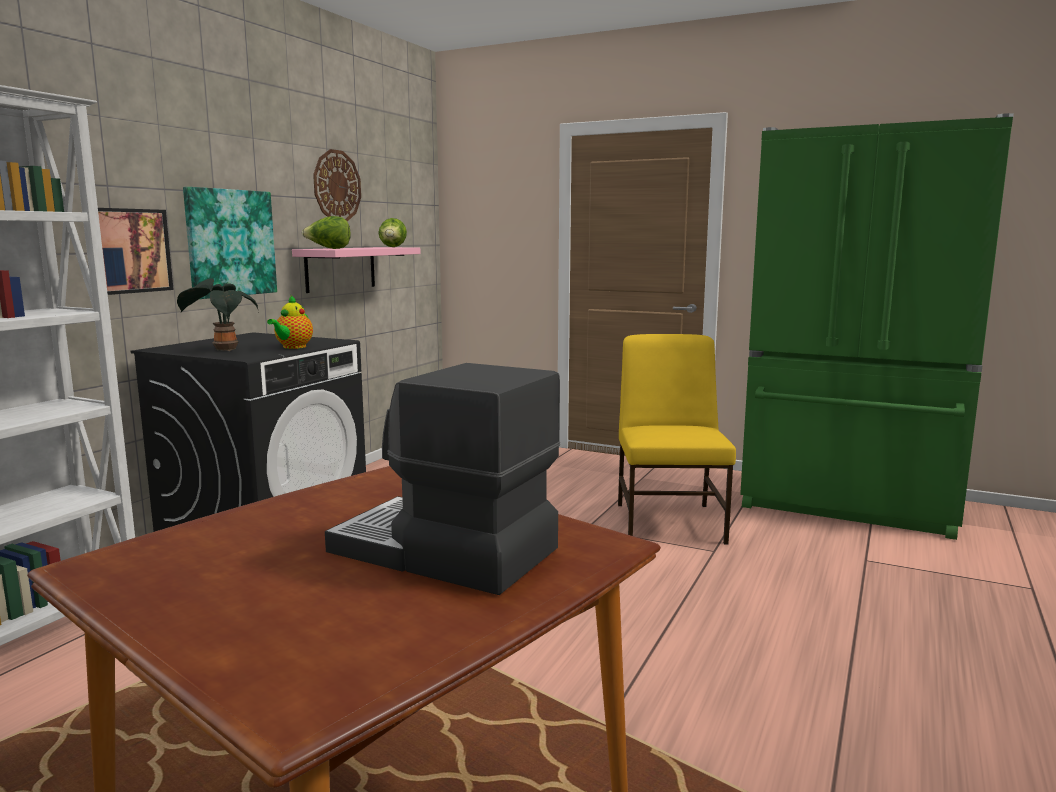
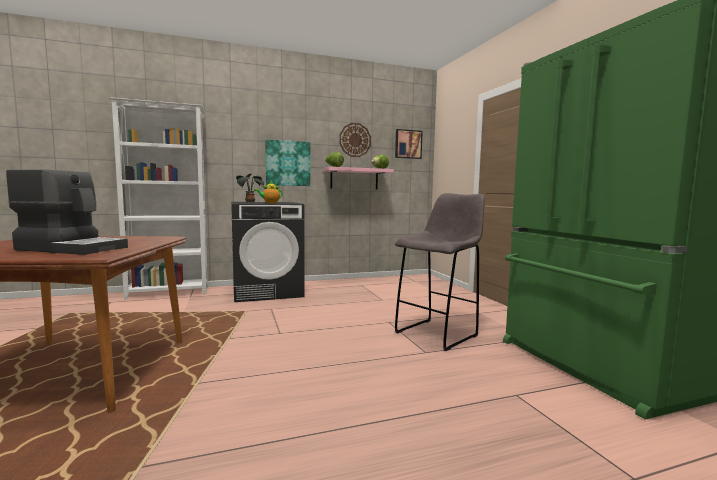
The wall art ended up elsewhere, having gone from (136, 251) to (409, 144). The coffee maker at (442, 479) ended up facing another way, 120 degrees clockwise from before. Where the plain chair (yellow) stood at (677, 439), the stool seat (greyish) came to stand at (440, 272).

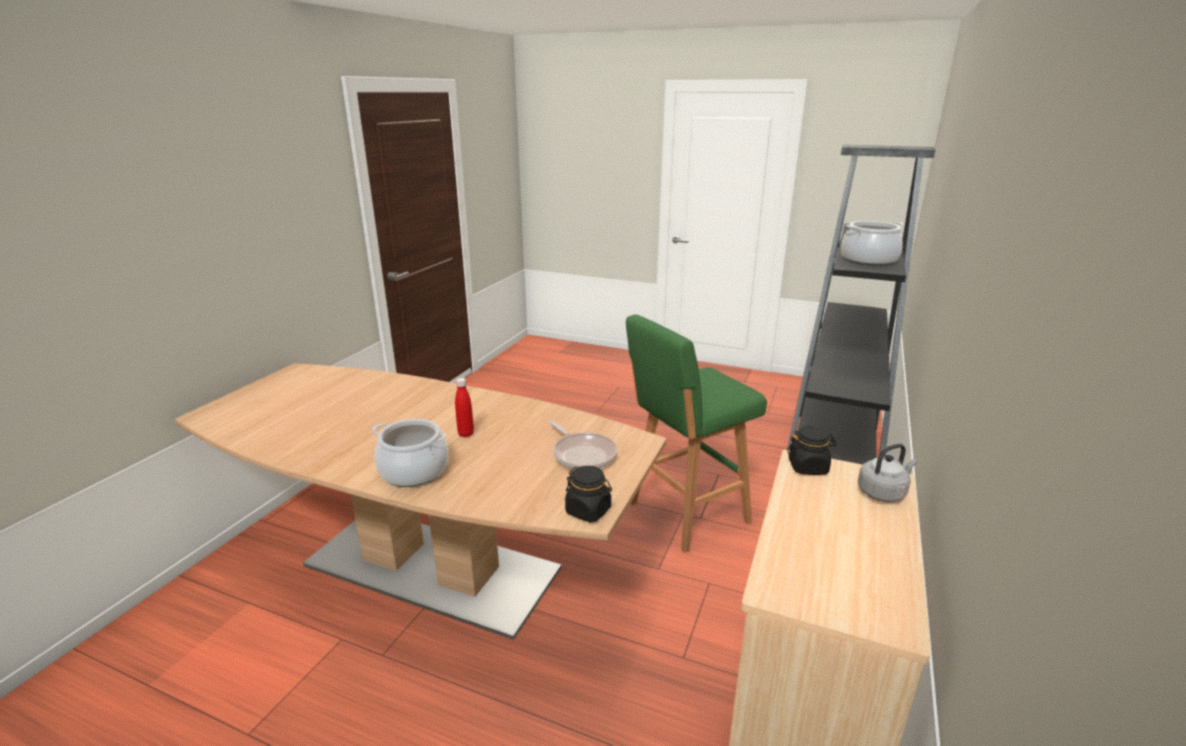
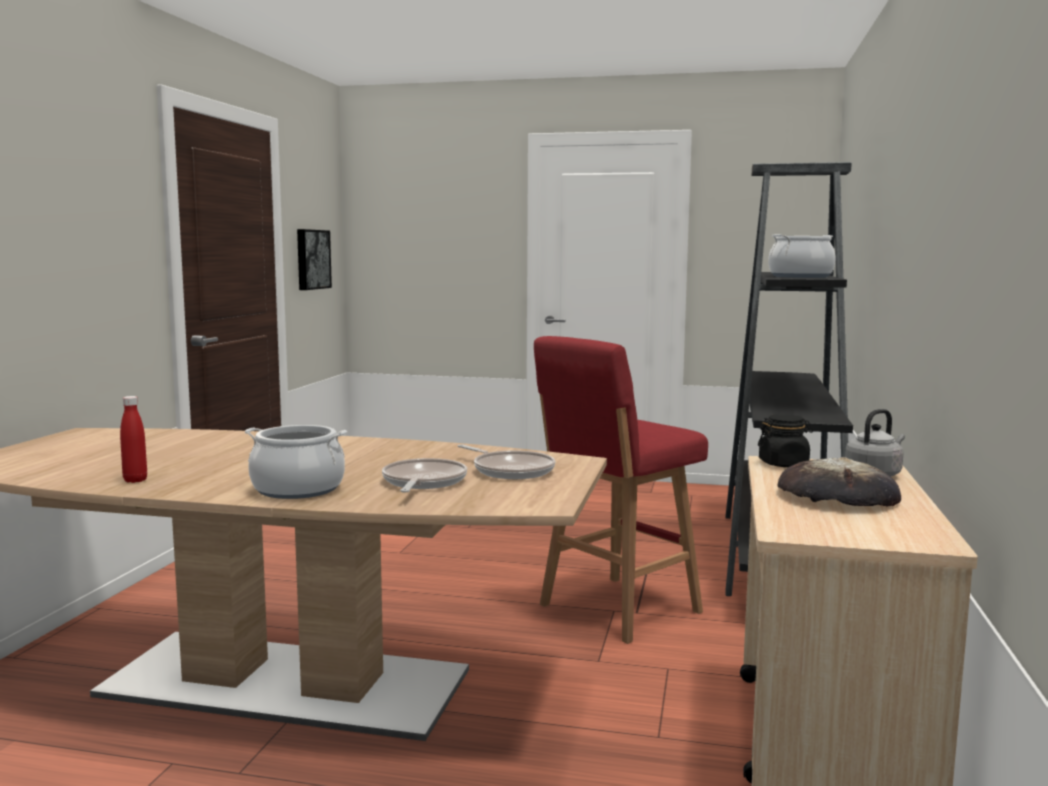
The bottle (reddish) ended up elsewhere, having gone from (464, 407) to (133, 439). The second view lost the preserve jar (black) at (588, 494). What was the stool seat (greenish) at (696, 433) turned into the stool seat (reddish) at (621, 490). The second view gained the wall art at (314, 259). The second view gained the pan at (424, 475). The second view gained the bakery bread at (839, 482).

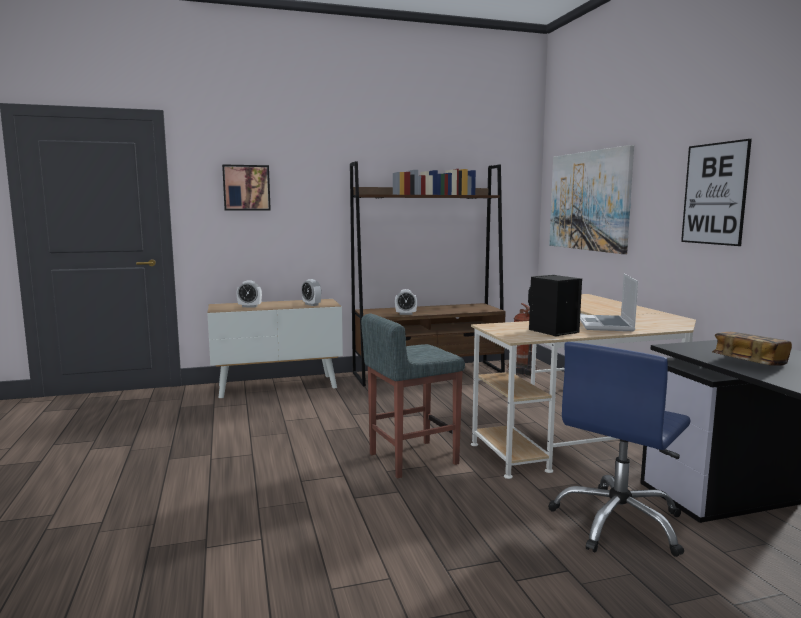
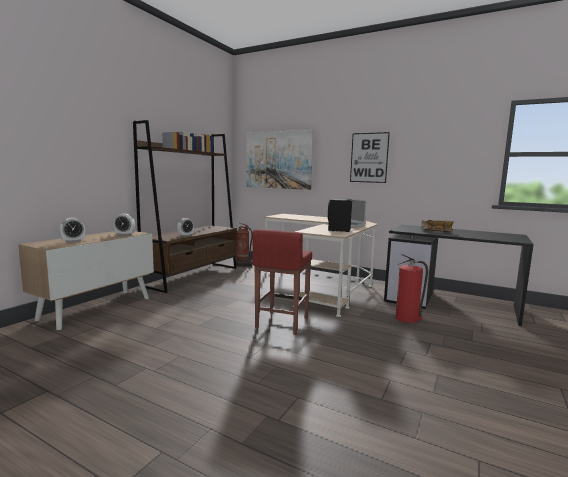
The second view lost the wall art at (246, 187). What was the stool seat (greyish) at (413, 396) turned into the stool seat (reddish) at (282, 282). Where the computer chair (blue-coloured) stood at (619, 449), the fire-fighting cylinder came to stand at (411, 288).

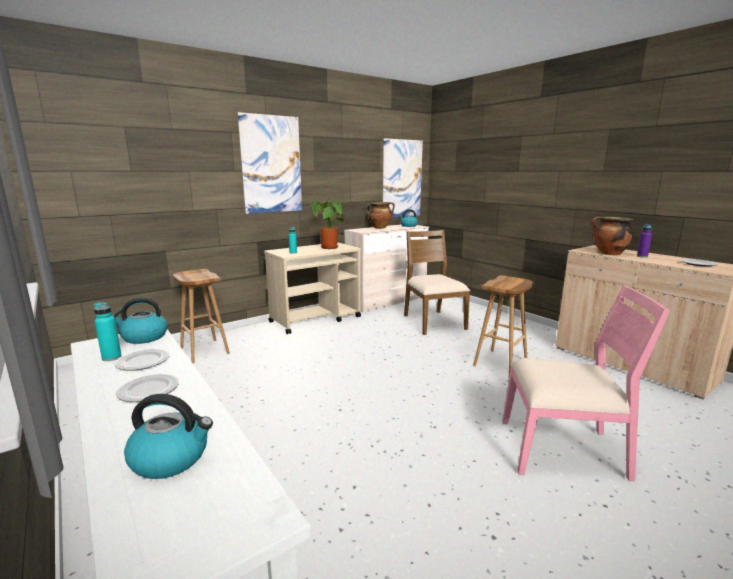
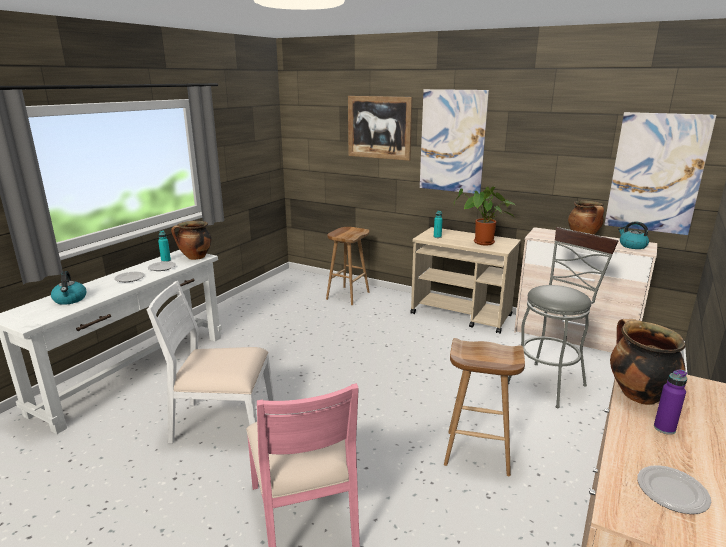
Where the kettle stood at (140, 321), the cooking pot came to stand at (191, 240). Where the plain chair (brown-coloured) stood at (437, 282), the stool seat (greyish) came to stand at (563, 317). The second view gained the plain chair (white-coloured) at (210, 362). The second view gained the wall art at (380, 128).

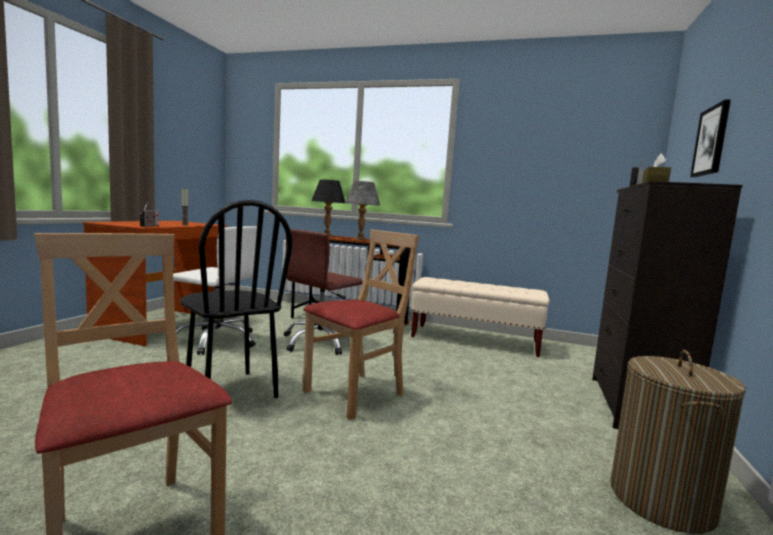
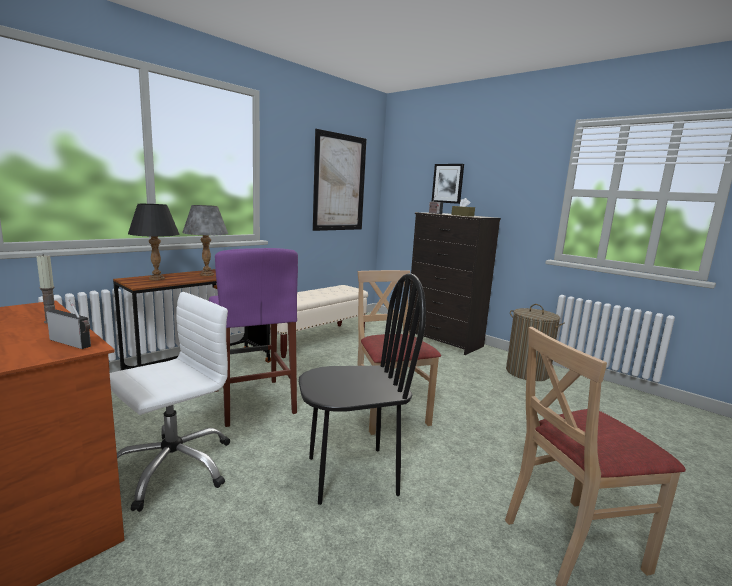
Where the computer chair (brown-coloured) stood at (323, 292), the stool seat (purple-coloured) came to stand at (253, 337). The second view gained the wall art at (340, 180).

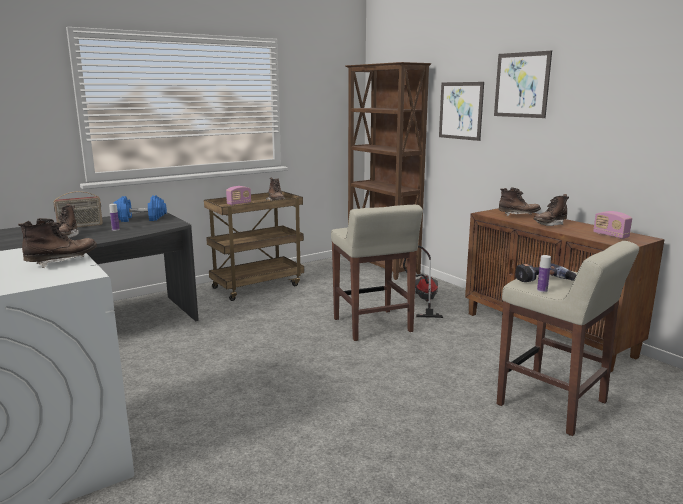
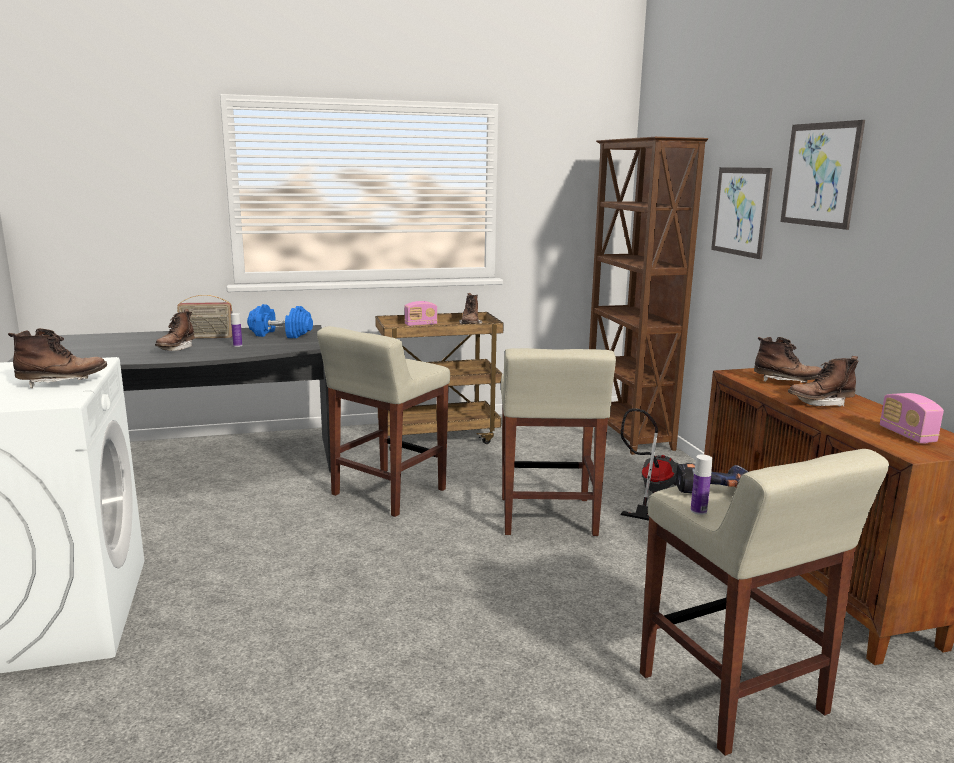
The second view gained the stool seat (beige) at (383, 421).

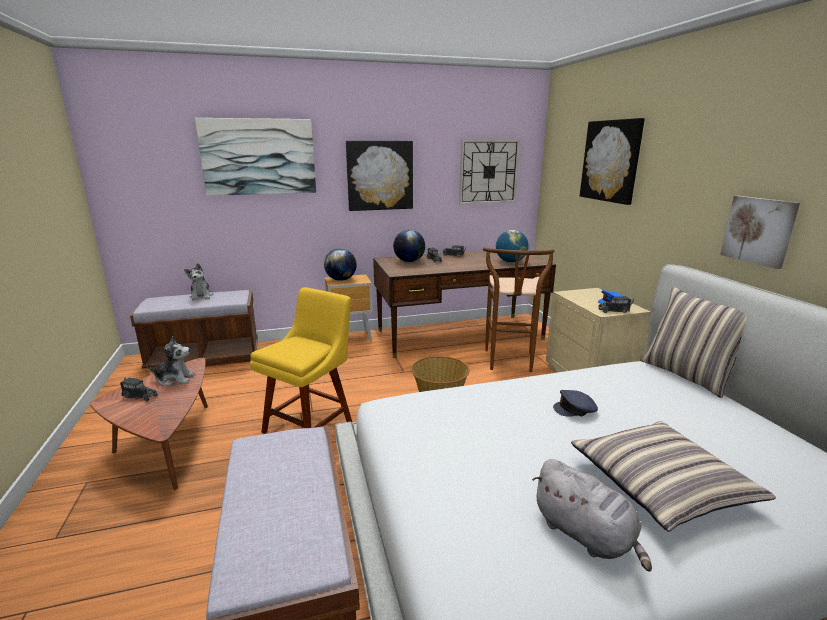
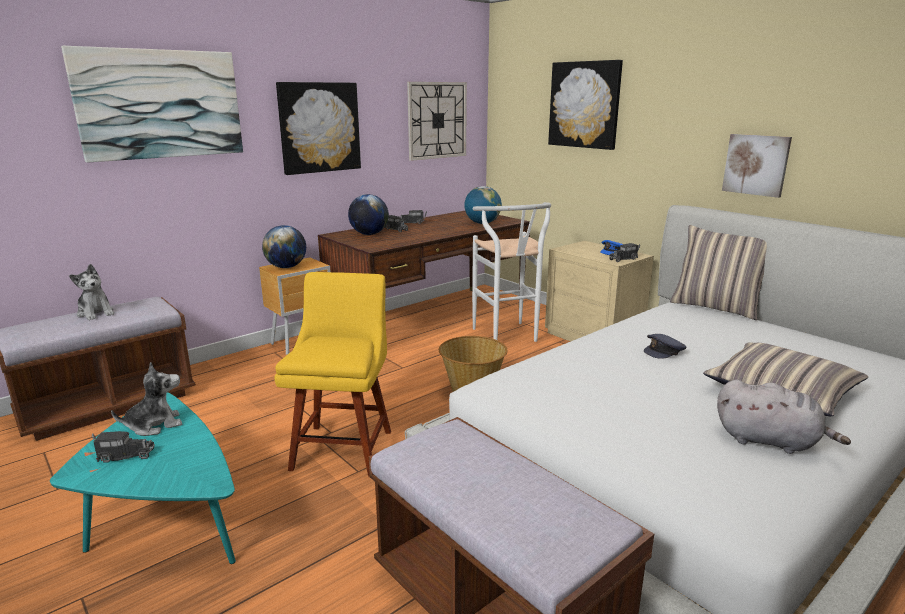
What was the lounge table (brown-coloured) at (149, 424) turned into the lounge table (turquoise) at (143, 478). What was the stool seat (brown-coloured) at (519, 309) turned into the stool seat (white-coloured) at (511, 272).

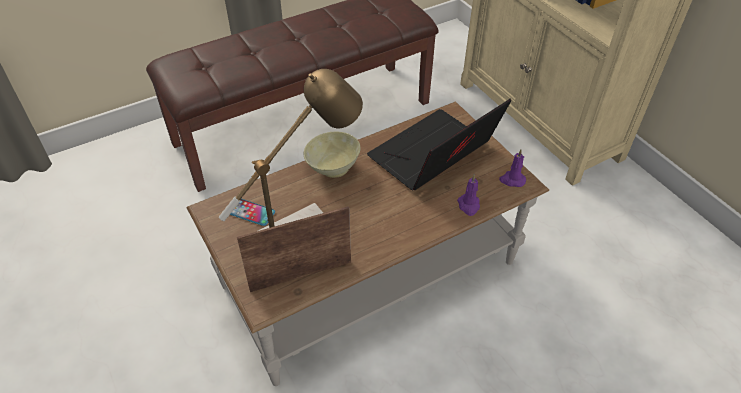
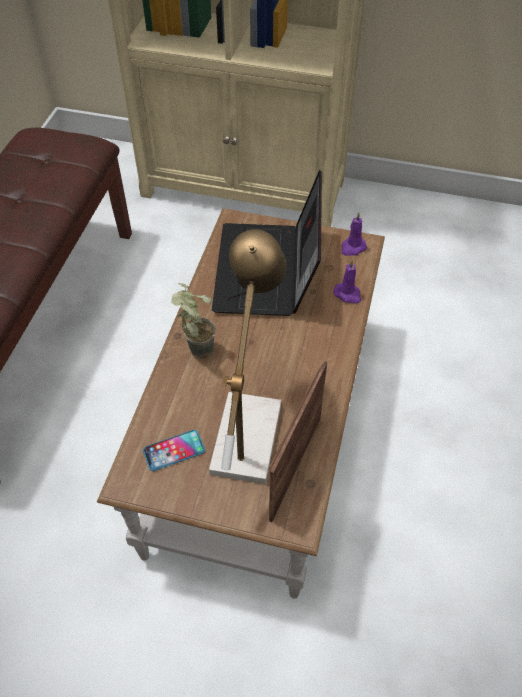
Where the deep dish (beige) stood at (332, 155), the houseplant came to stand at (193, 321).

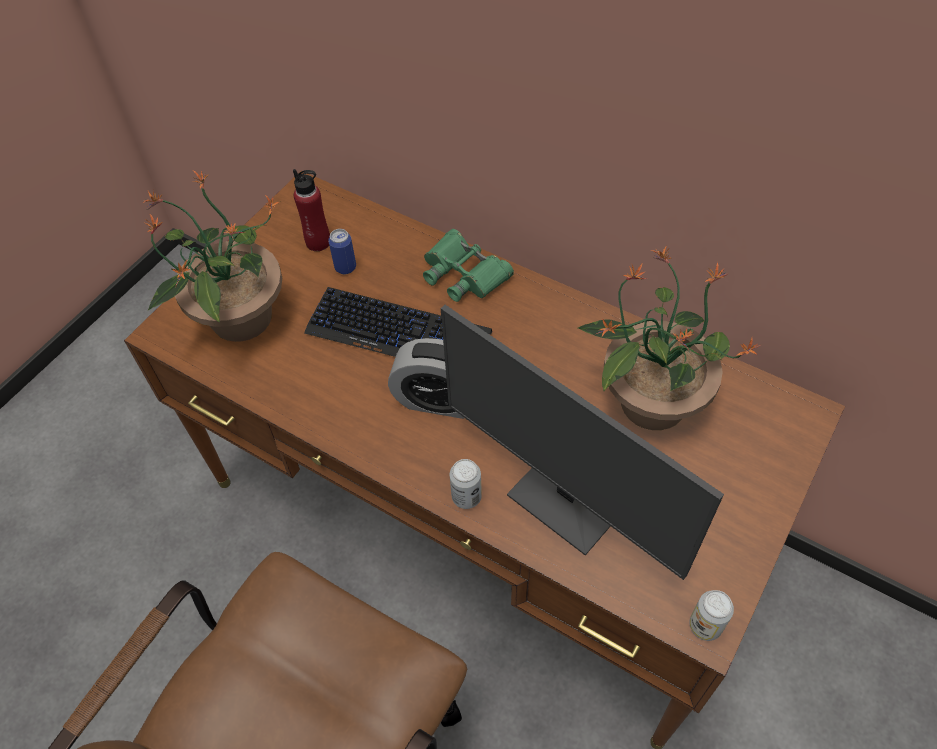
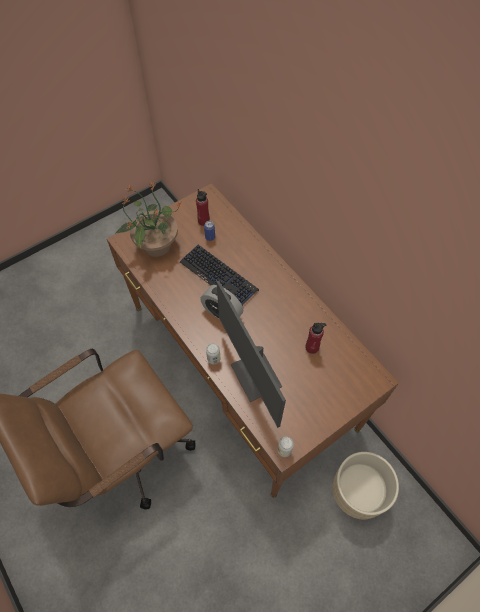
The second view lost the pair of binoculars (greenish) at (468, 265). Where the houseplant stood at (670, 337), the bottle (reddish) came to stand at (315, 338). The second view gained the plant pot (beige) at (366, 486).

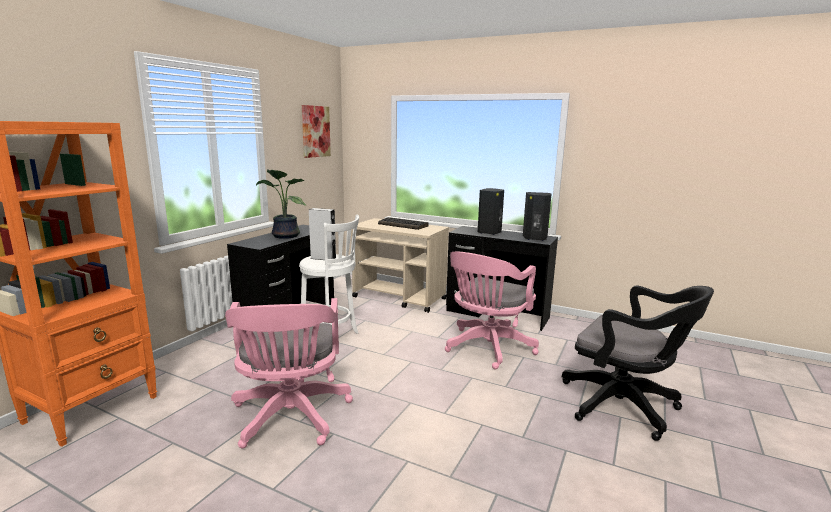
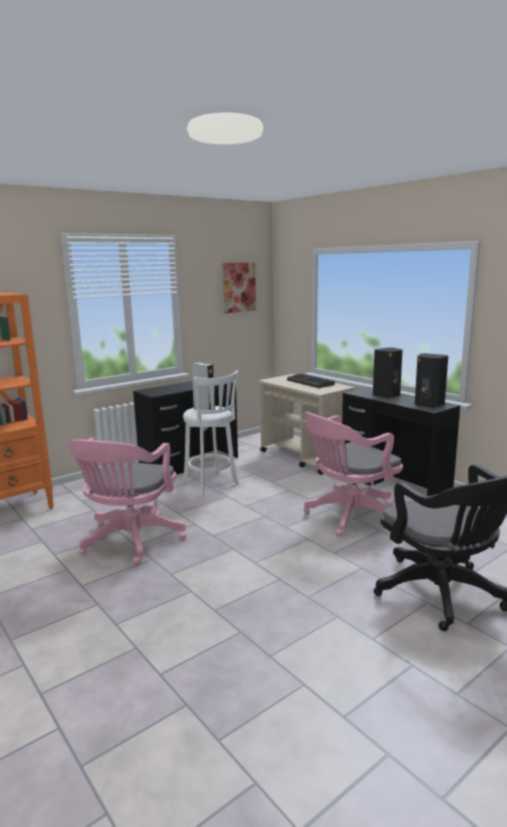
The second view lost the houseplant at (281, 204).

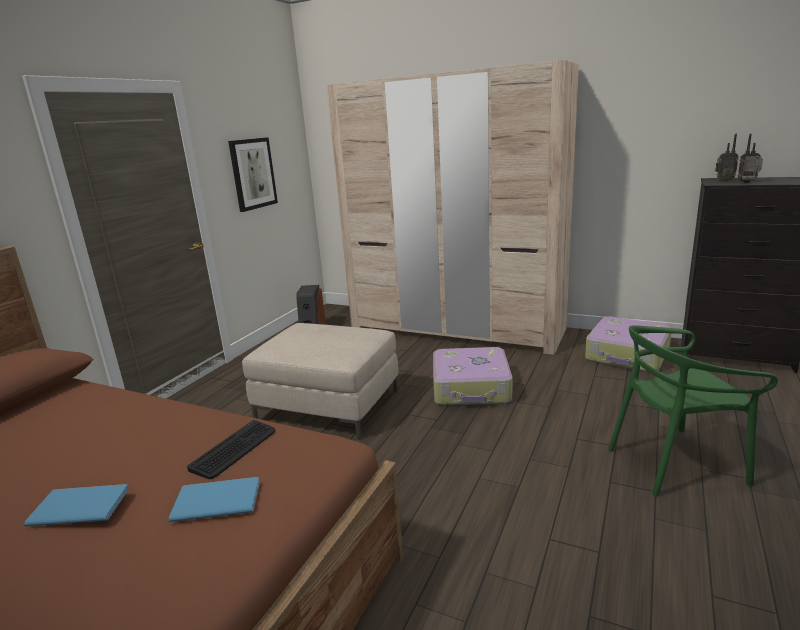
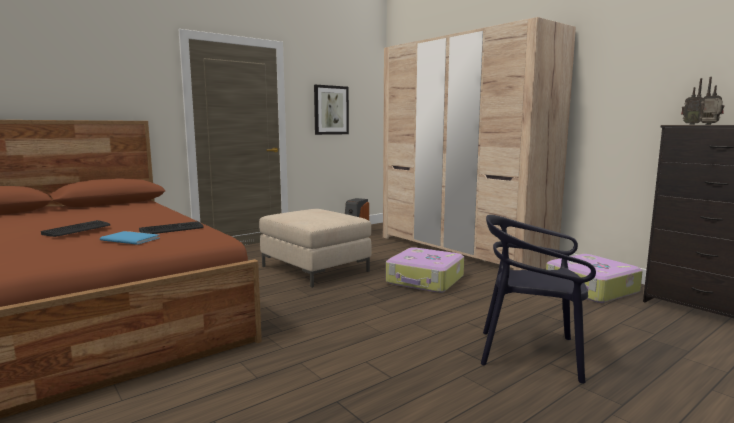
Where the volume (blue-coloured) stood at (76, 505), the computer keyboard came to stand at (75, 228). What was the plain chair (greenish) at (693, 410) turned into the plain chair (black) at (538, 299).

